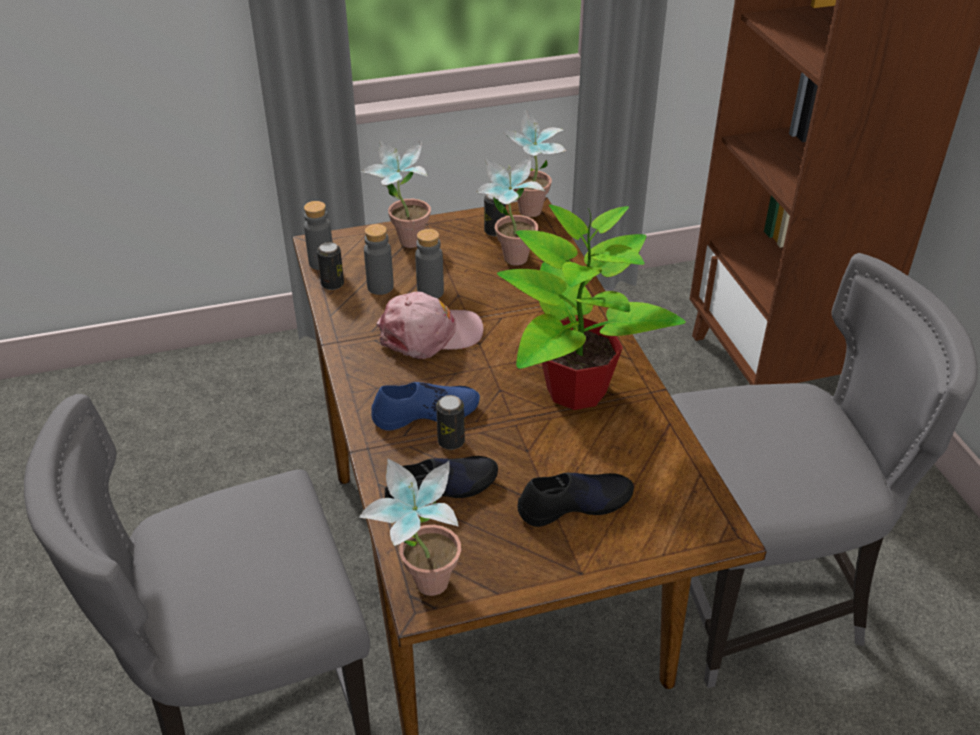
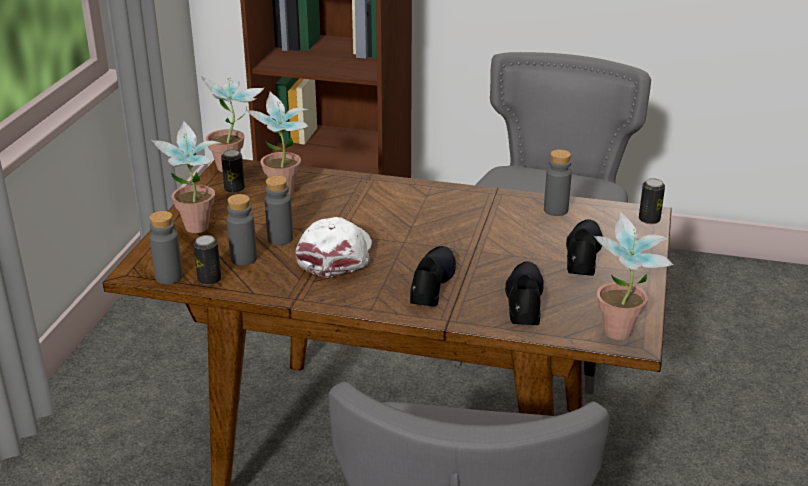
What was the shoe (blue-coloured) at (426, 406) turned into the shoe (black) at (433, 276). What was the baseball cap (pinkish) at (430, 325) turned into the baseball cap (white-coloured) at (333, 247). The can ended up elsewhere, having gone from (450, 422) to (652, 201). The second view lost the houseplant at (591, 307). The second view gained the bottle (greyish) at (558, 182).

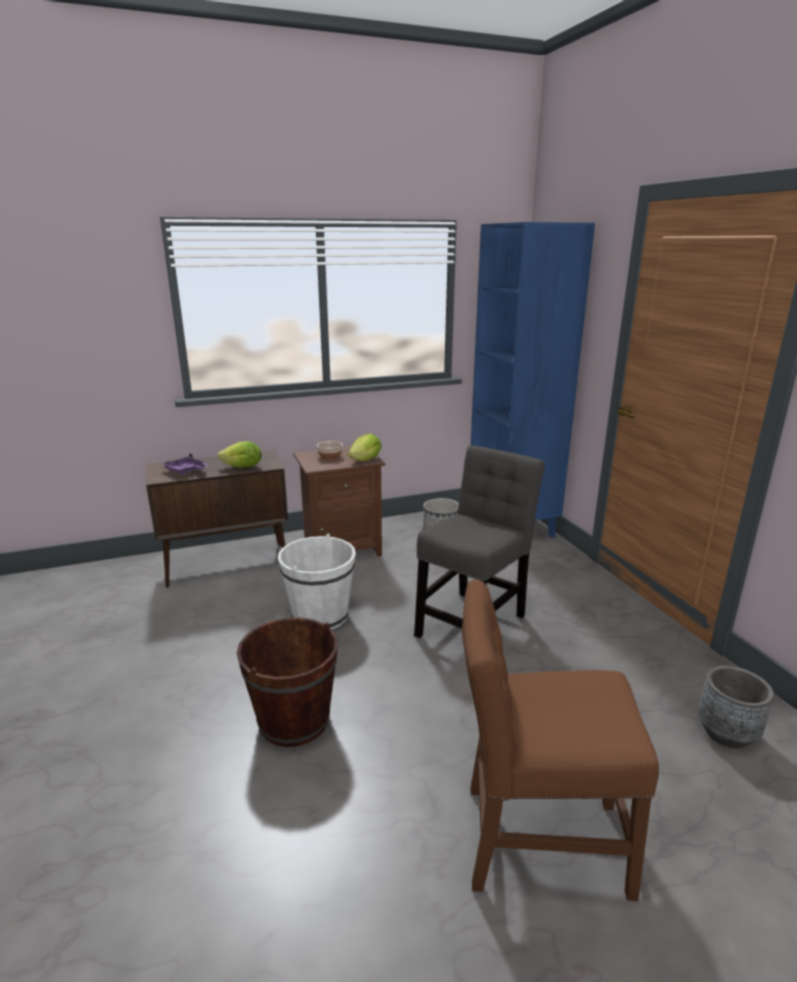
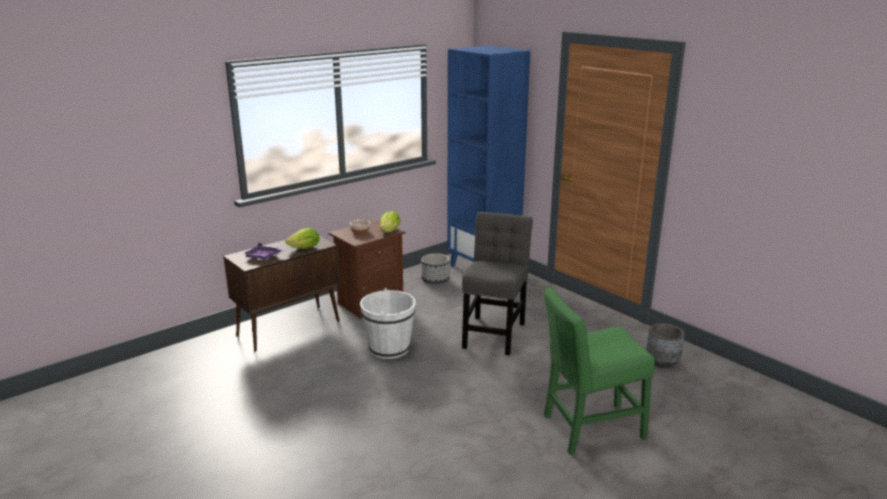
The second view lost the water bucket (brown-coloured) at (287, 682). What was the plain chair (brown-coloured) at (560, 740) turned into the plain chair (greenish) at (599, 371).

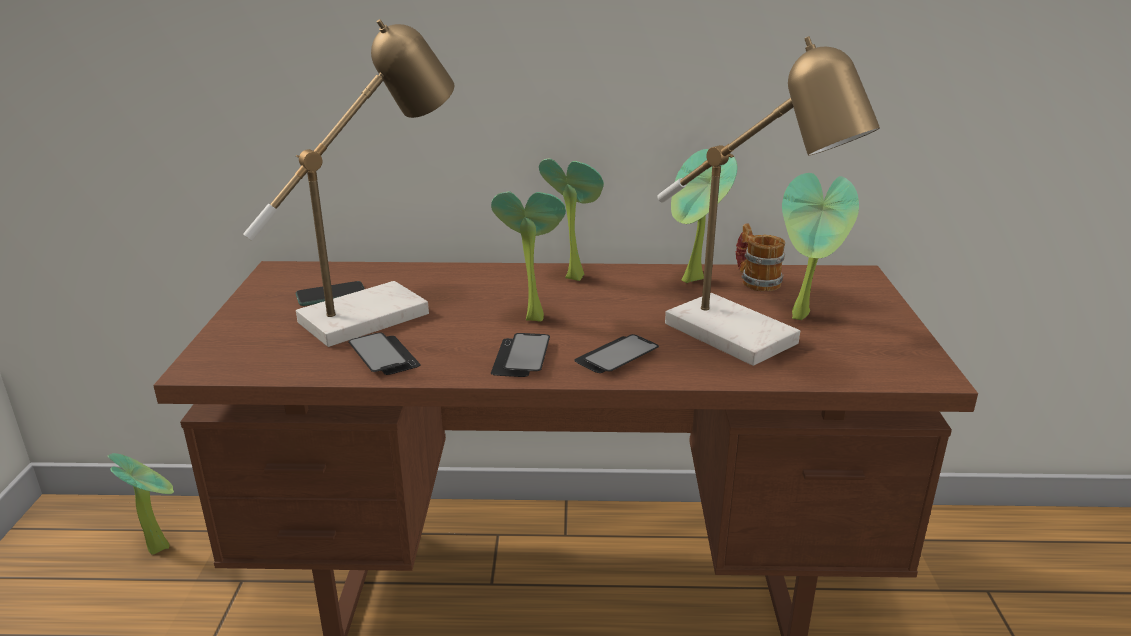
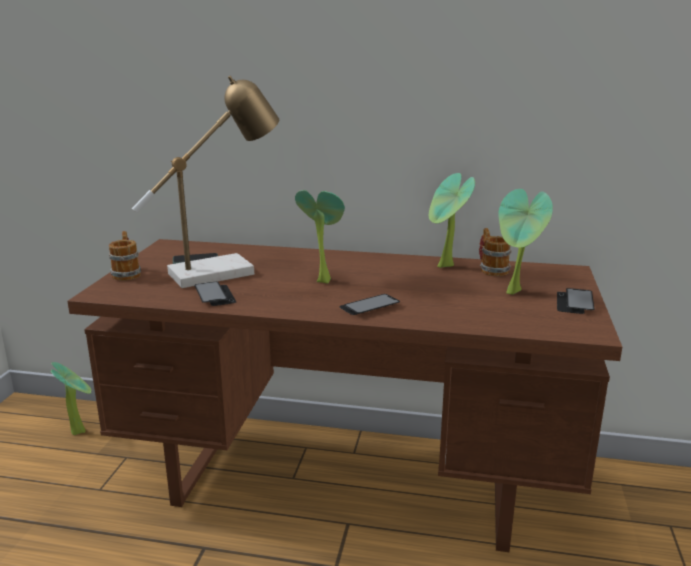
The telephone ended up elsewhere, having gone from (520, 355) to (576, 301). The second view lost the houseplant at (571, 219). The second view lost the tabletop lamp at (768, 201). The second view gained the mug at (125, 256).

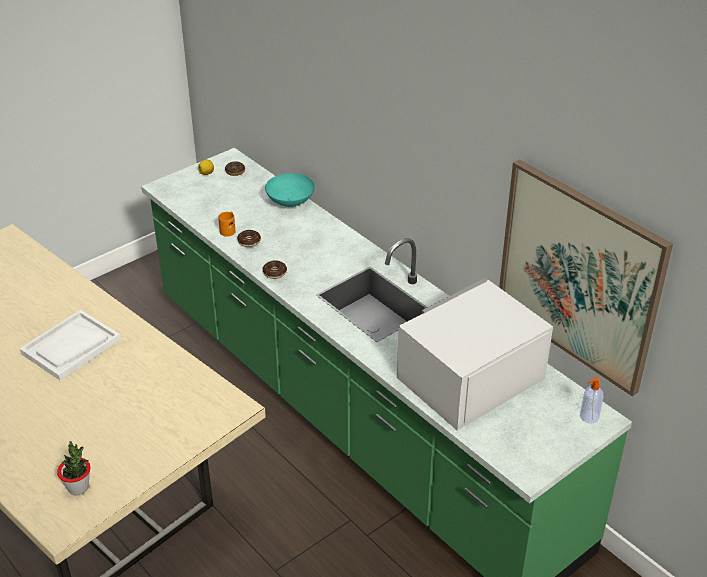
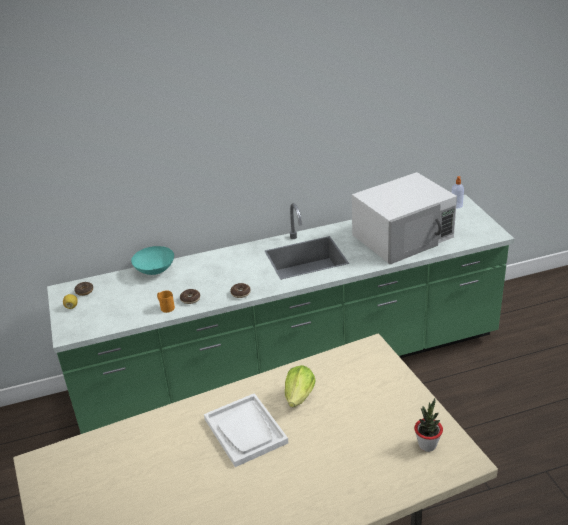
The microwave (white-coloured) at (475, 354) ended up facing another way, 105 degrees counterclockwise from before. The second view lost the wall art at (586, 278). The second view gained the lettuce at (300, 386).

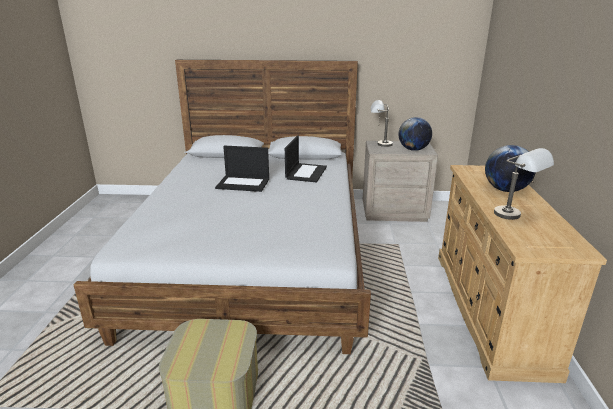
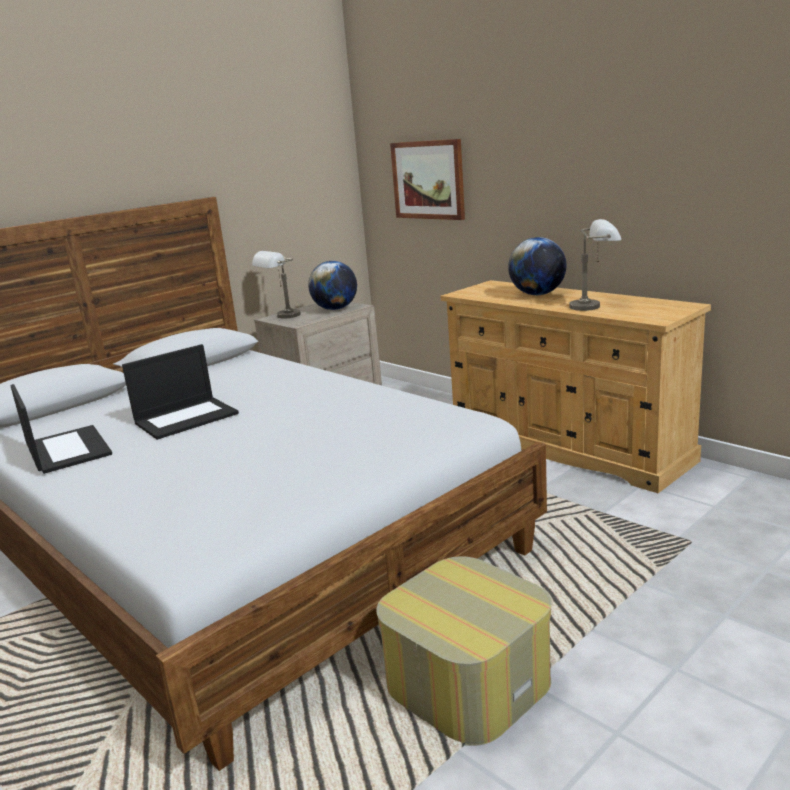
The portable computer ended up elsewhere, having gone from (306, 159) to (61, 429). The second view gained the wall art at (427, 179).

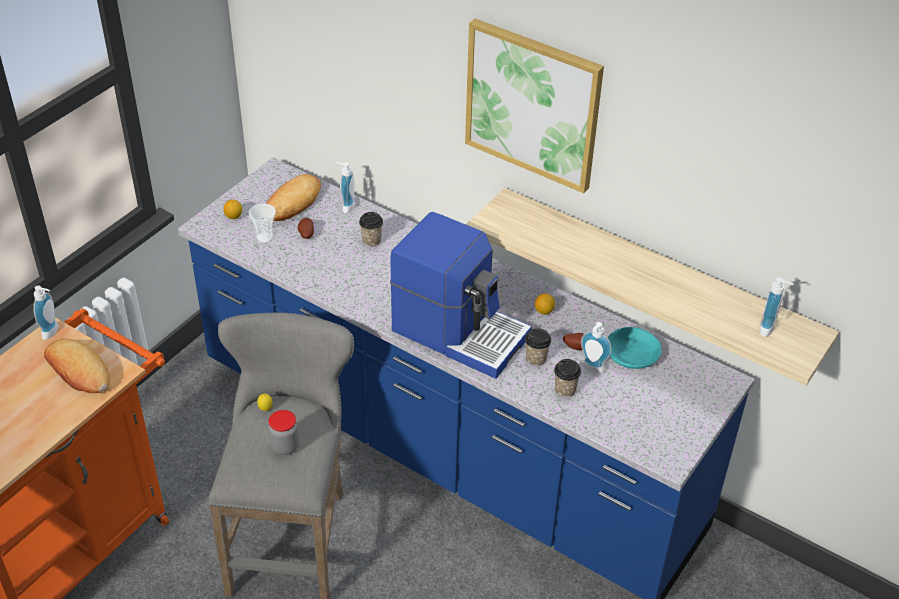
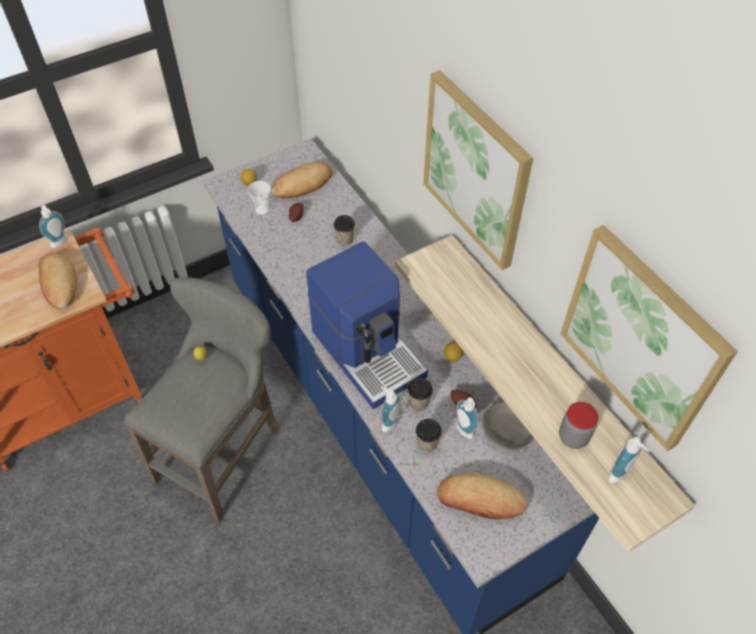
The preserve jar ended up elsewhere, having gone from (283, 432) to (578, 425). The soap dispenser ended up elsewhere, having gone from (345, 187) to (391, 409). What was the deep dish (turquoise) at (635, 348) turned into the deep dish (greyish) at (508, 425). The second view gained the bakery bread at (482, 496). The second view gained the wall art at (649, 338).

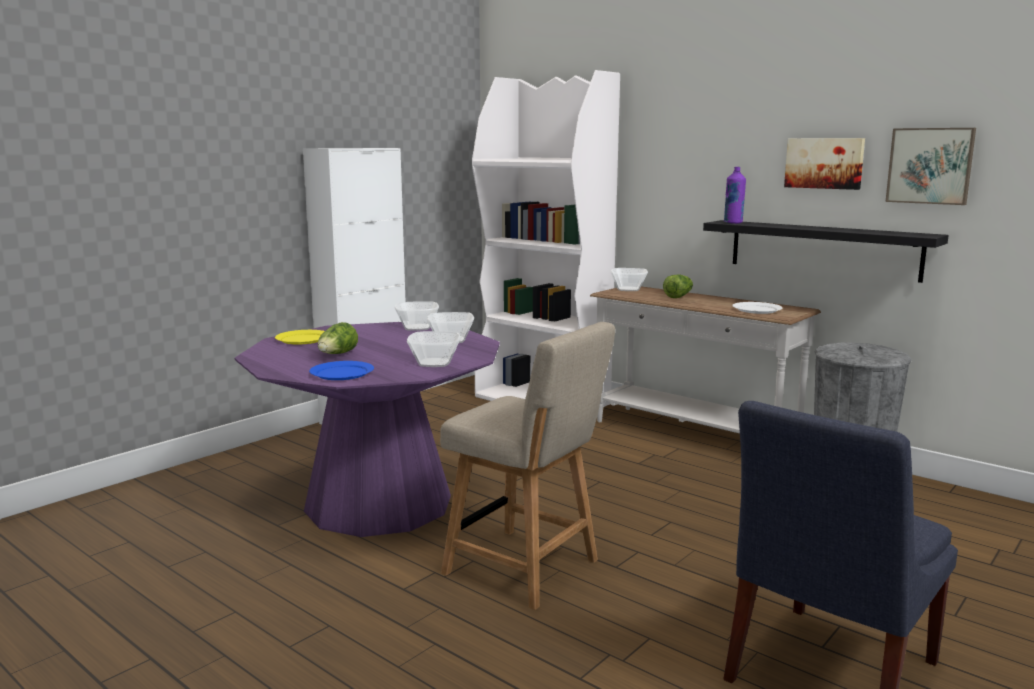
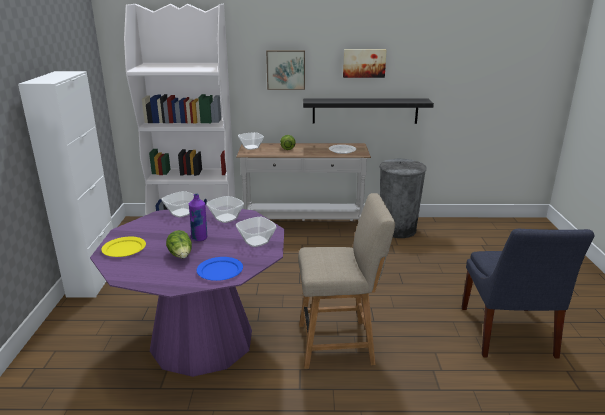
The bottle (purple-coloured) ended up elsewhere, having gone from (734, 195) to (198, 217). The wall art ended up elsewhere, having gone from (930, 166) to (285, 70).

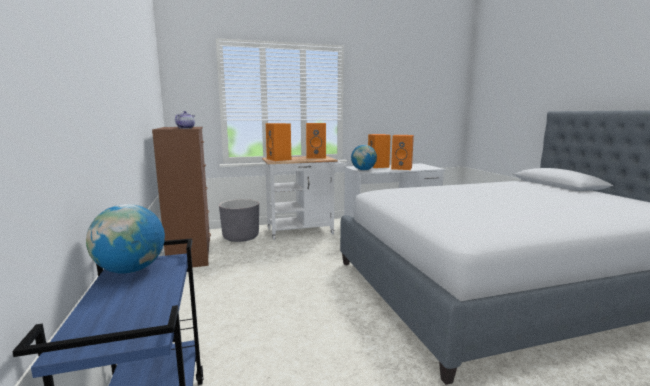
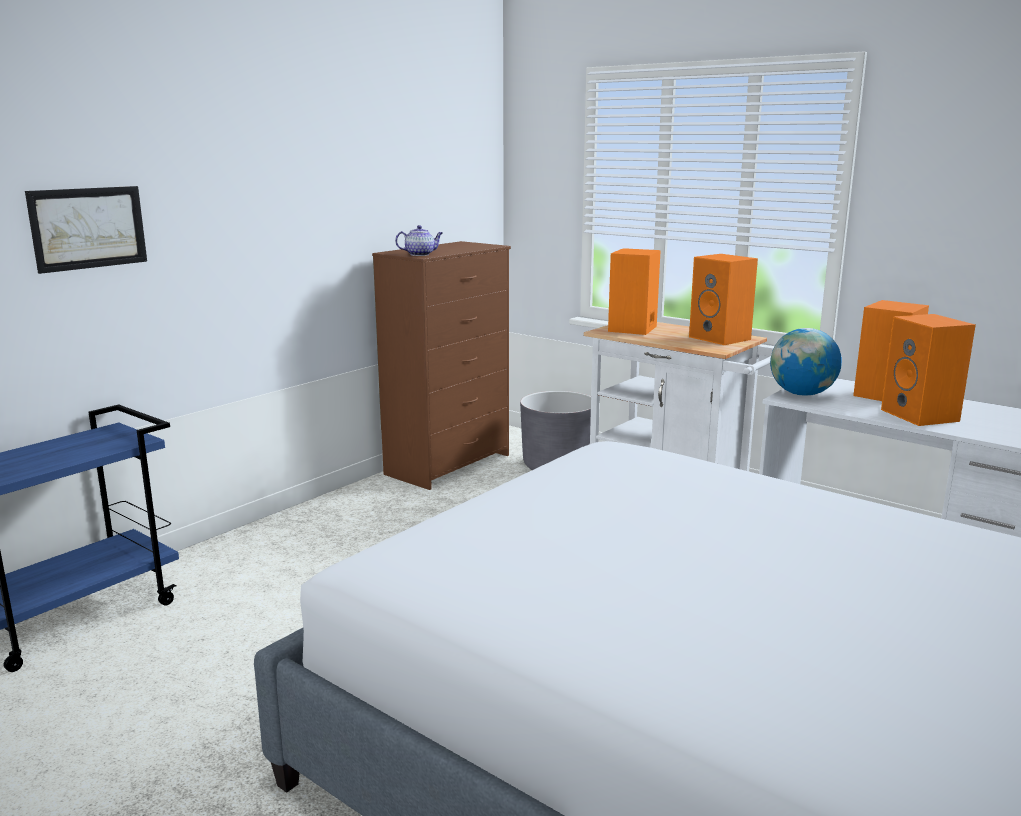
The second view lost the desk globe at (125, 239). The second view gained the wall art at (86, 230).

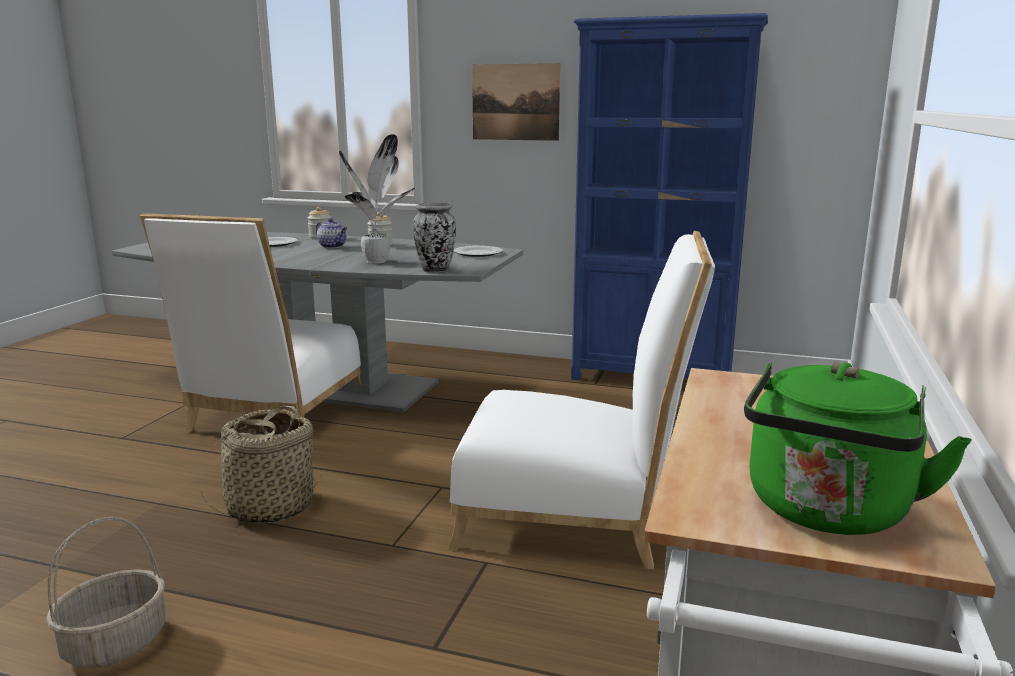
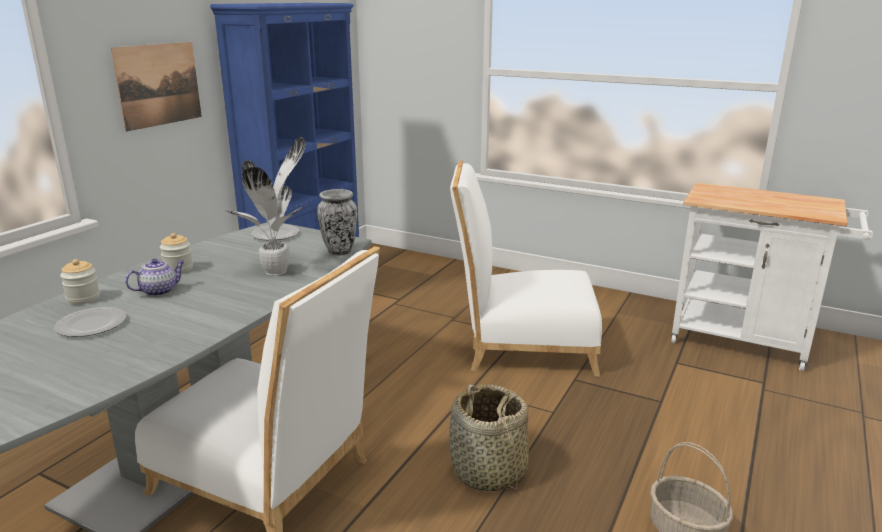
The plain chair (white-coloured) at (581, 400) ended up facing another way, 105 degrees counterclockwise from before. The second view lost the kettle (greenish) at (857, 448).

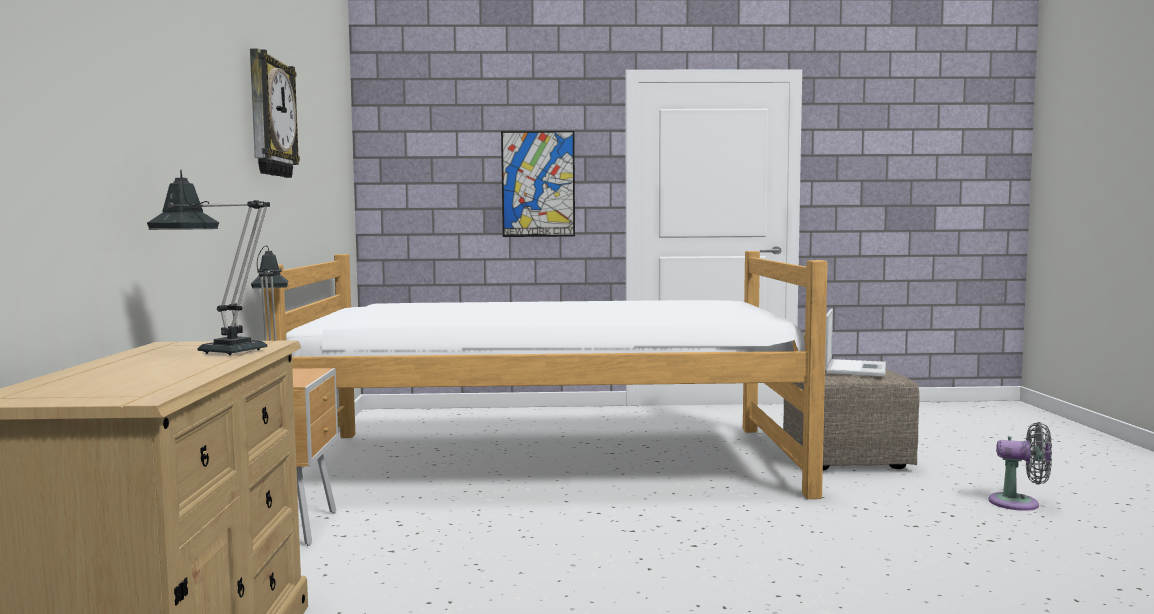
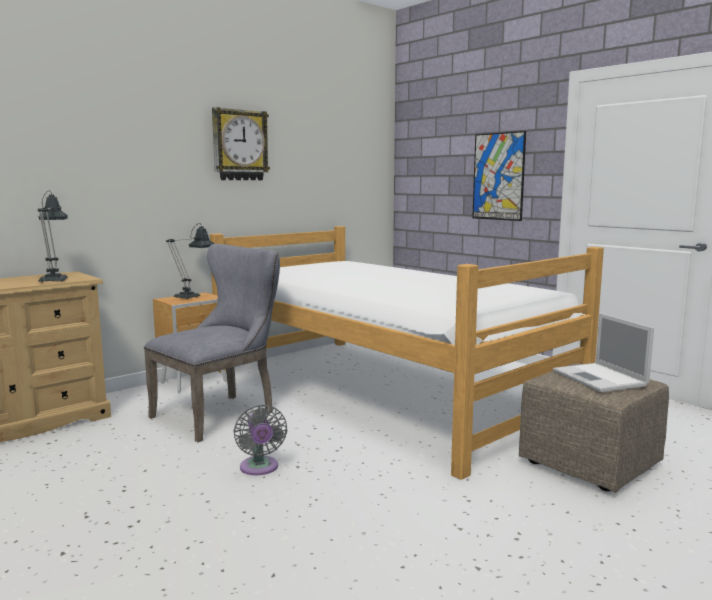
The portable computer at (855, 343) ended up facing another way, 90 degrees clockwise from before. The fan (greyish) ended up elsewhere, having gone from (1020, 466) to (260, 440). The second view gained the plain chair (greyish) at (212, 343).

